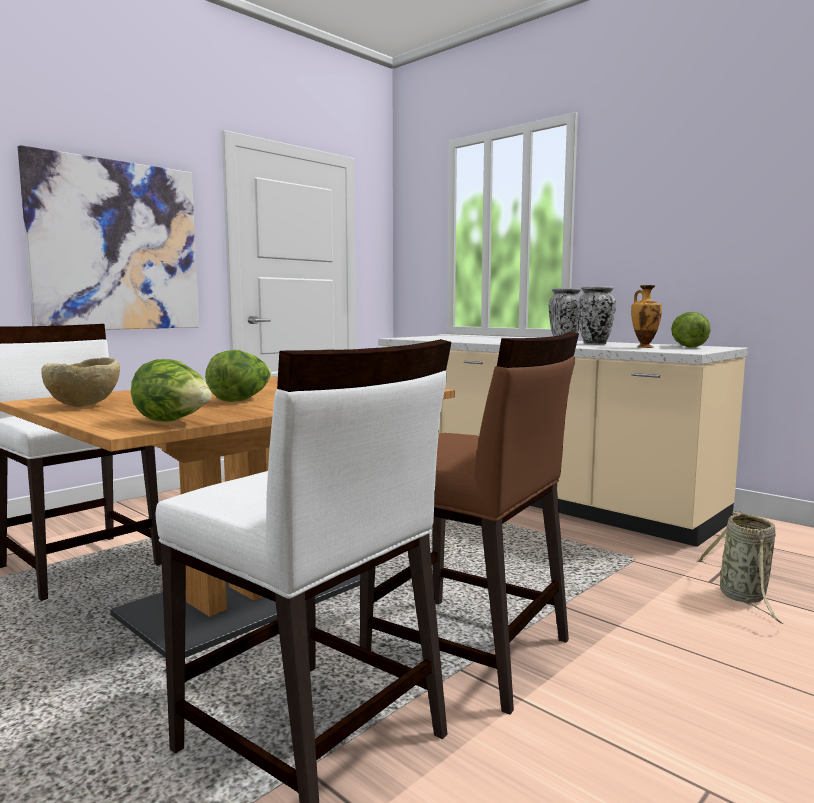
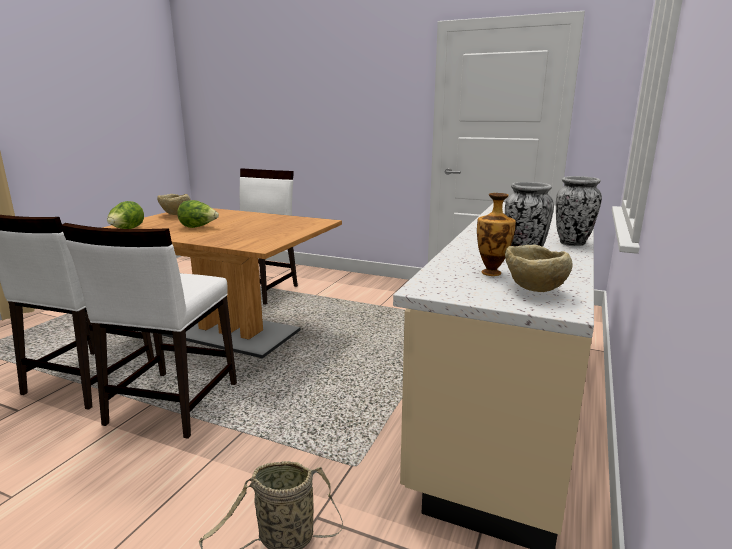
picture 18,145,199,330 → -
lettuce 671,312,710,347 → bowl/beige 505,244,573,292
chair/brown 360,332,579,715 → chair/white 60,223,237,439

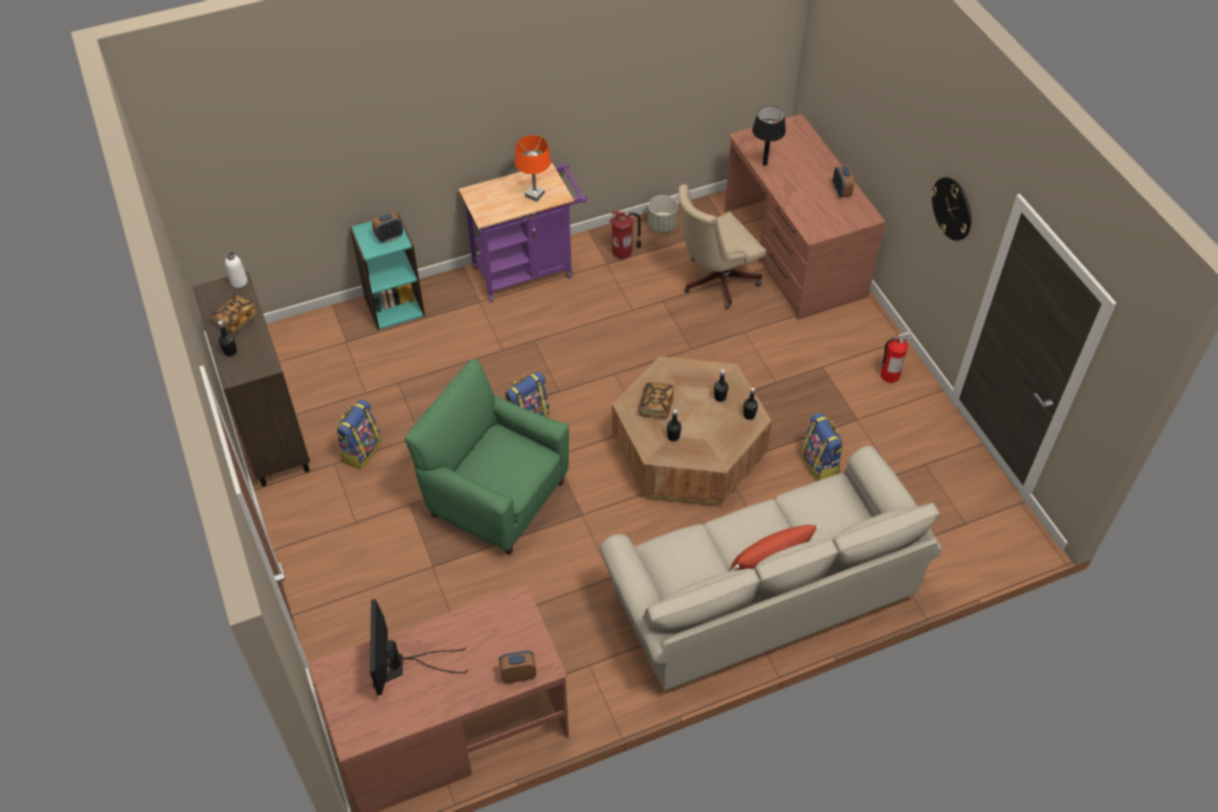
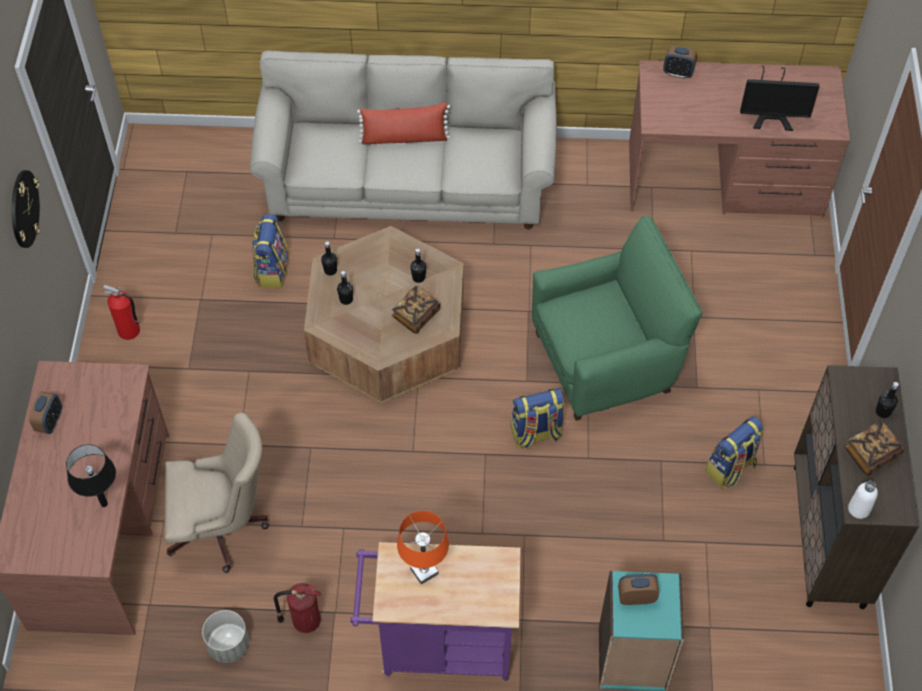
armchair/green 405,359,569,556 → armchair/green 532,216,702,421, 75 degrees counterclockwise
monitor 370,599,468,695 → monitor 740,65,819,131, 75 degrees clockwise

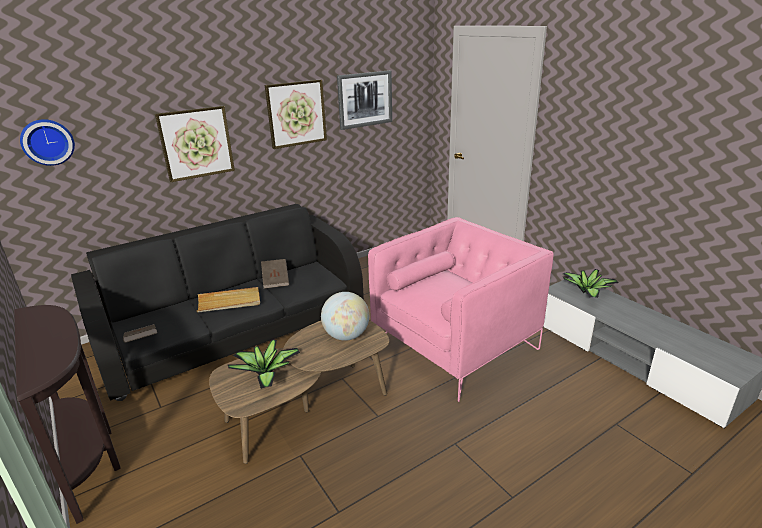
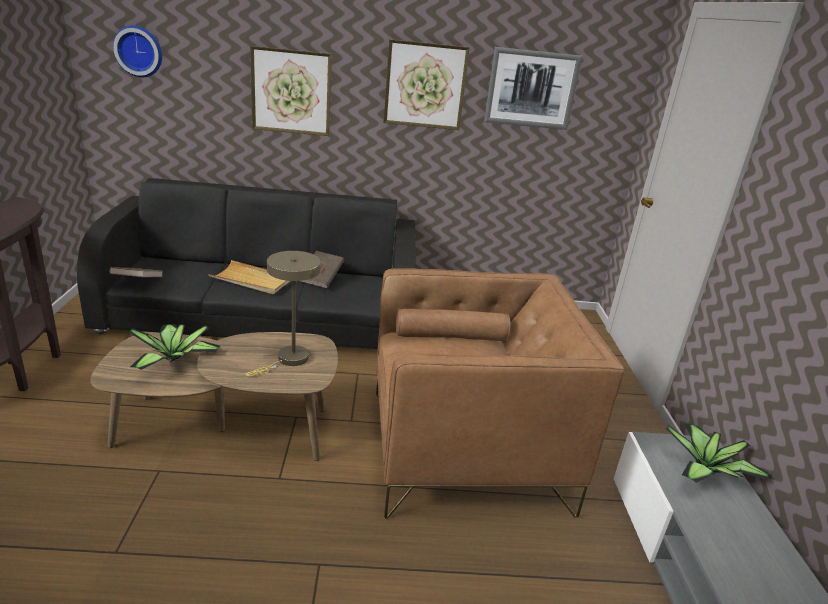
armchair/pink 368,217,554,402 → armchair/brown 376,268,624,519
globe 321,292,369,341 → table lamp/beige 246,251,321,377

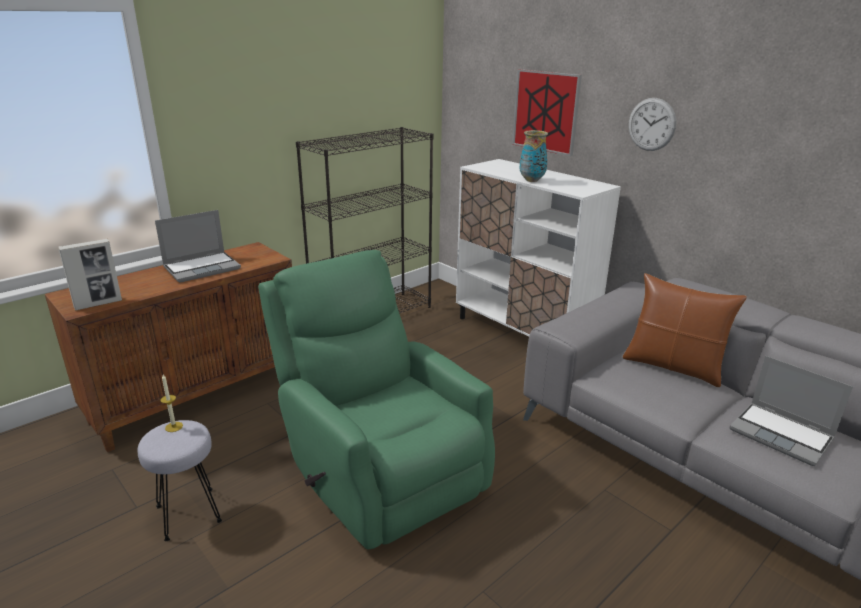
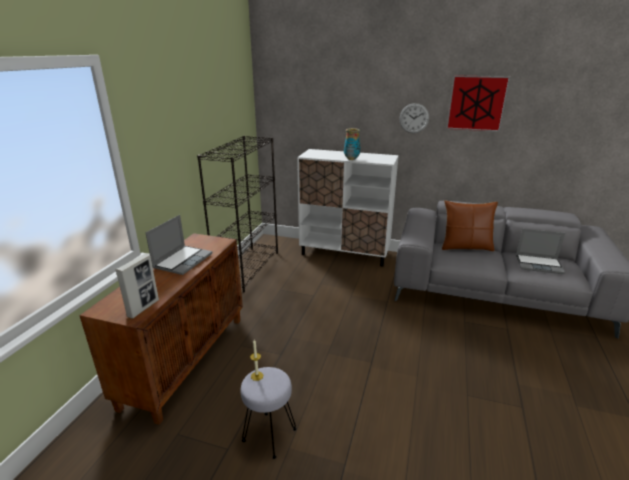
picture 512,69,582,156 → picture 446,75,510,132, relocated
armchair/green 258,250,495,549 → -

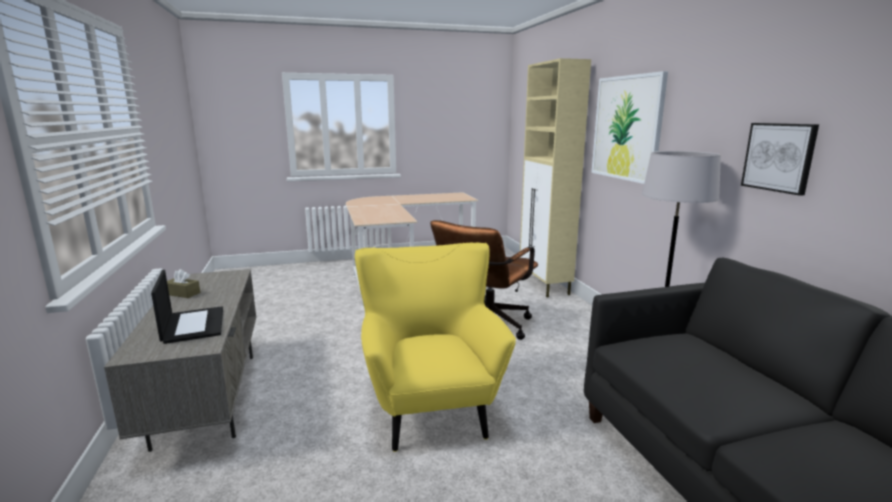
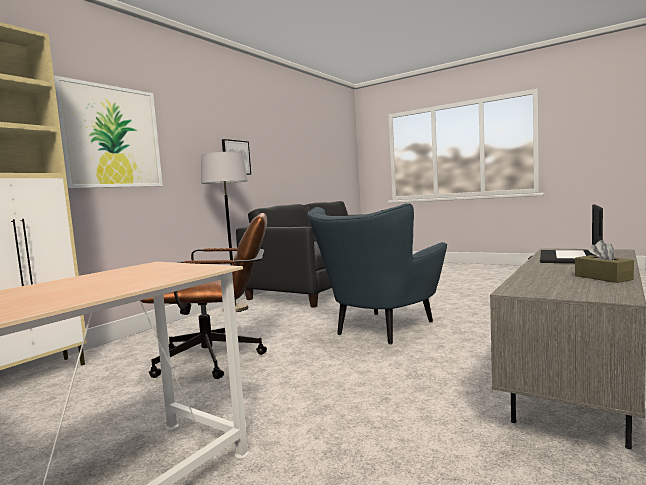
armchair/yellow 355,243,516,452 → armchair/blue 308,203,447,345

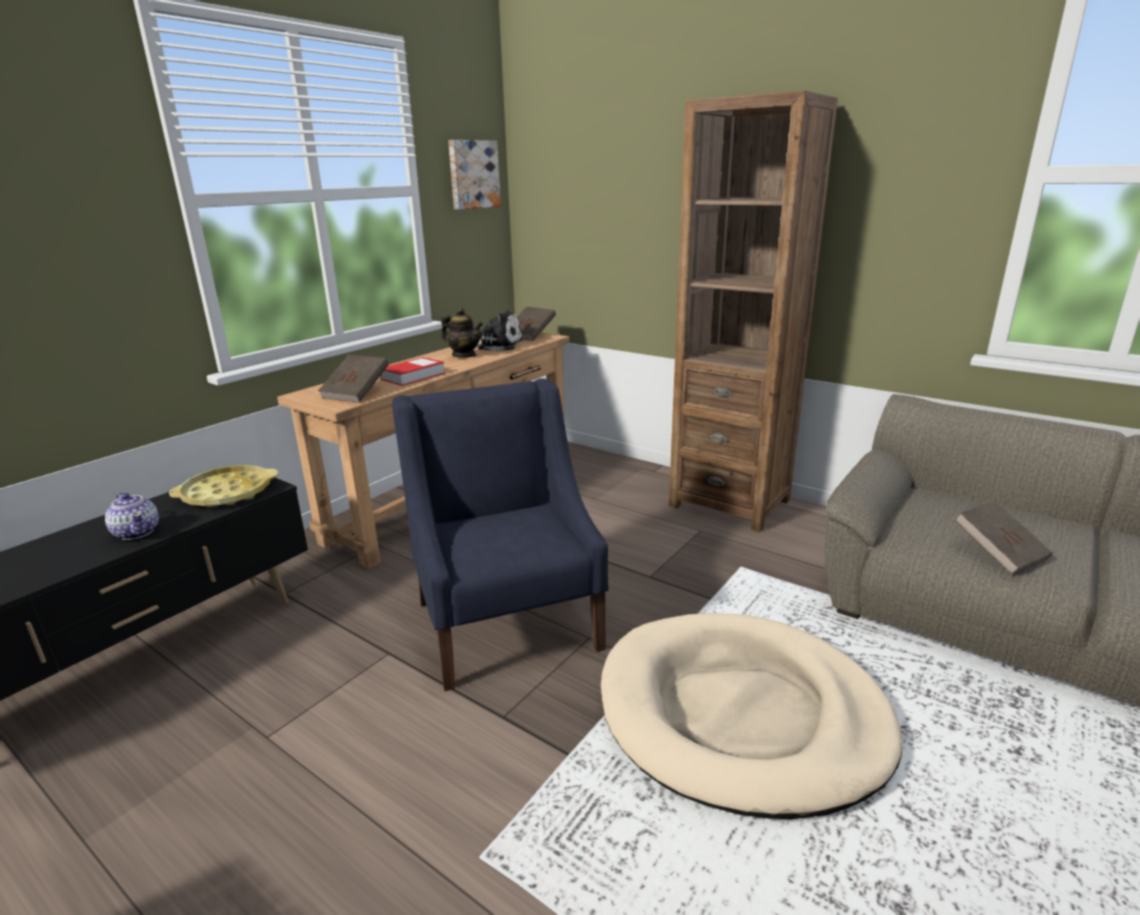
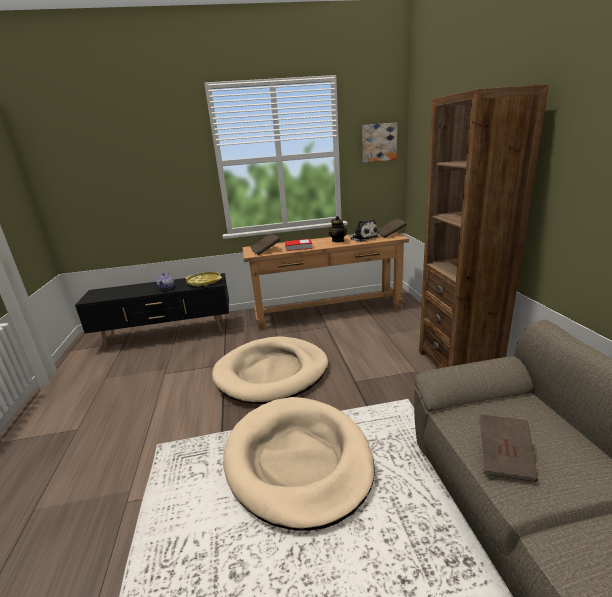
armchair/blue 392,378,608,691 → dog bed/beige 212,337,328,404

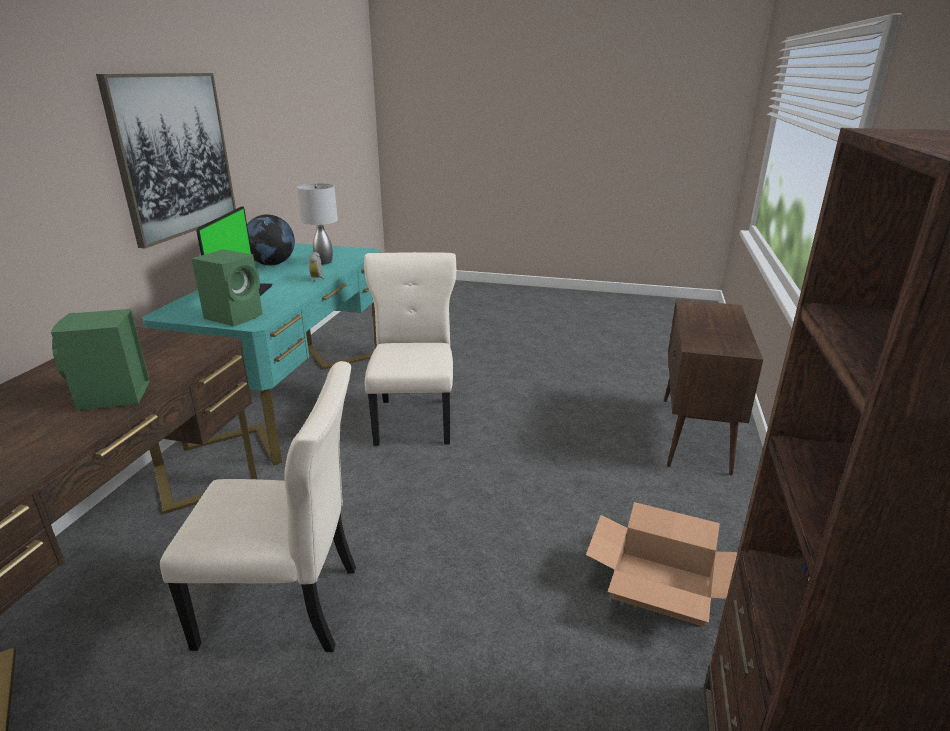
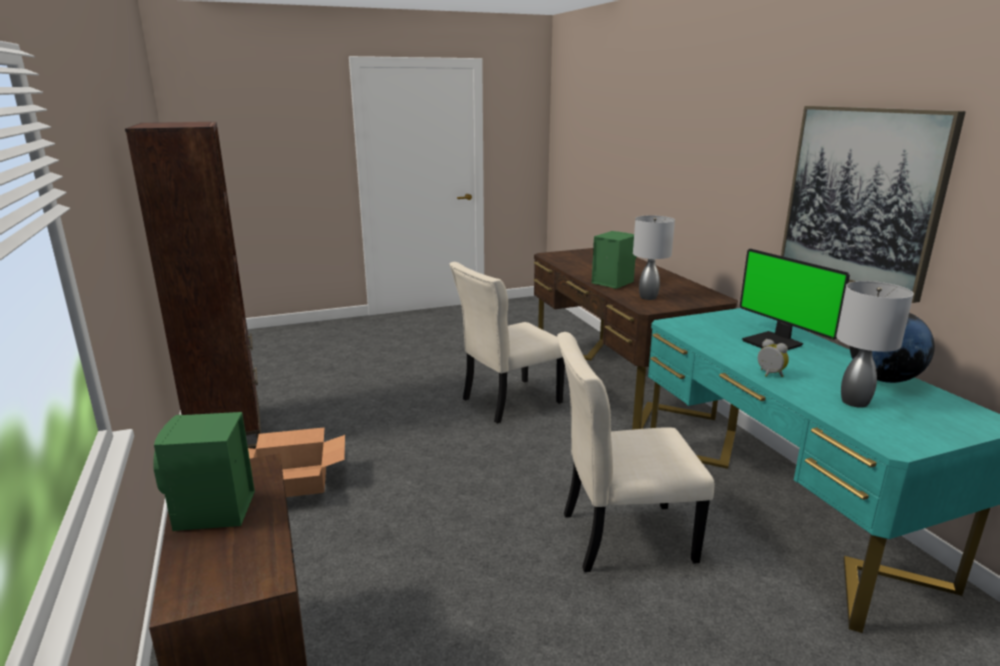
speaker/green 191,249,263,326 → speaker/green 153,412,255,531, relocated
chair/beige 364,252,456,446 → chair/beige 557,332,714,572, 120 degrees clockwise
- → table lamp/grey 633,215,675,300

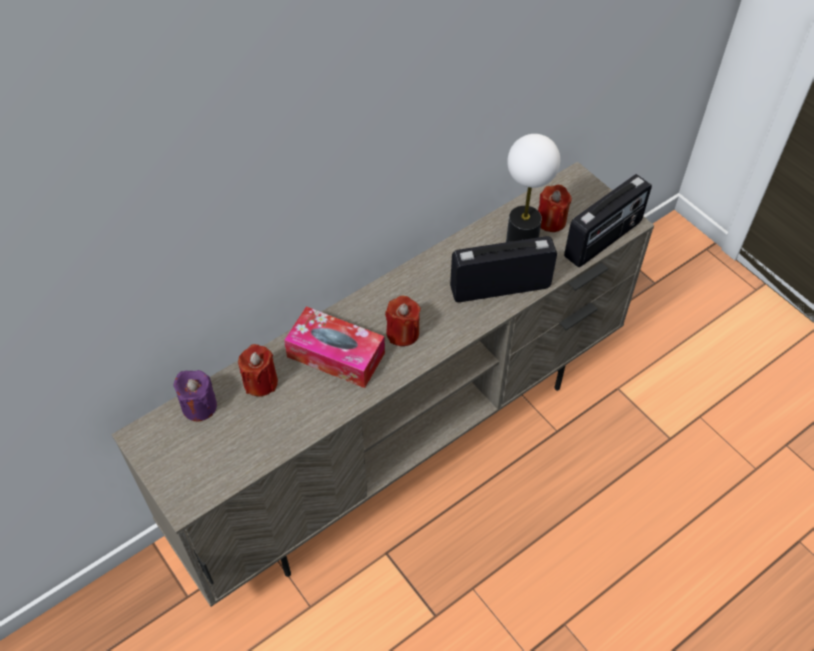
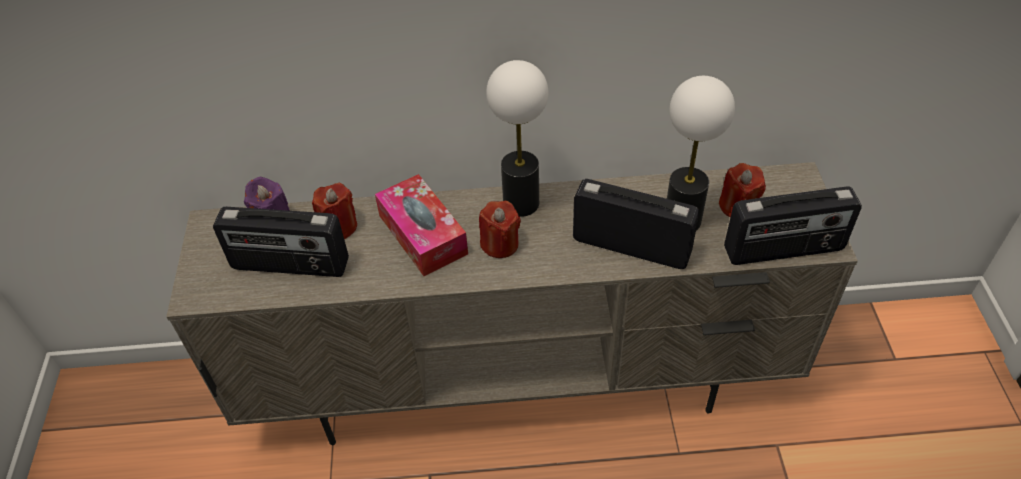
- → table lamp 486,60,548,217
- → radio 213,207,349,277

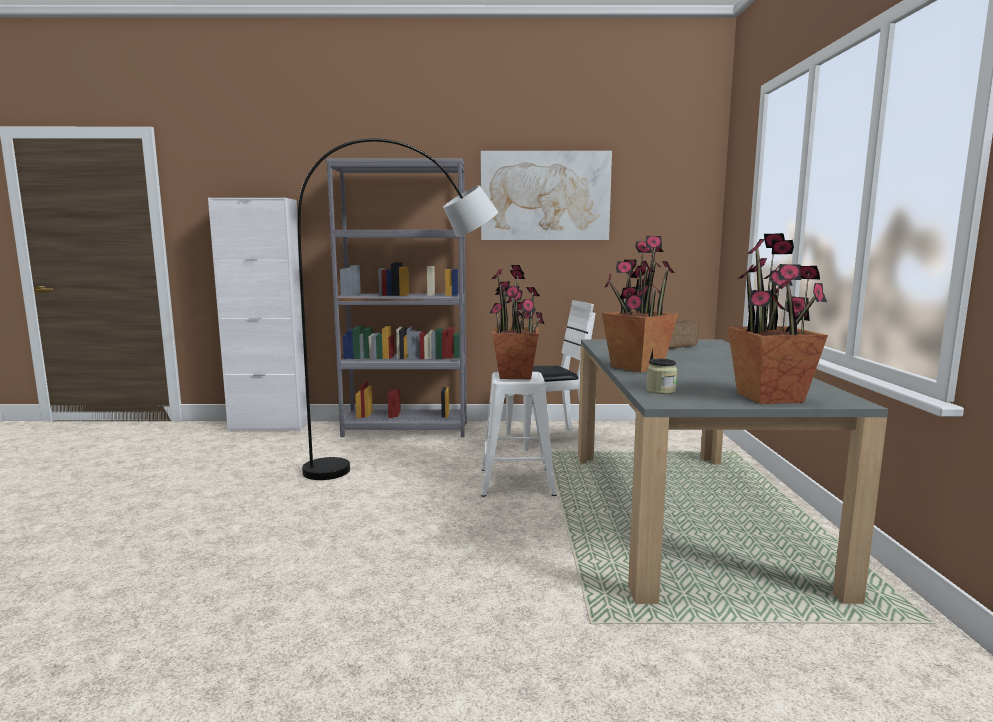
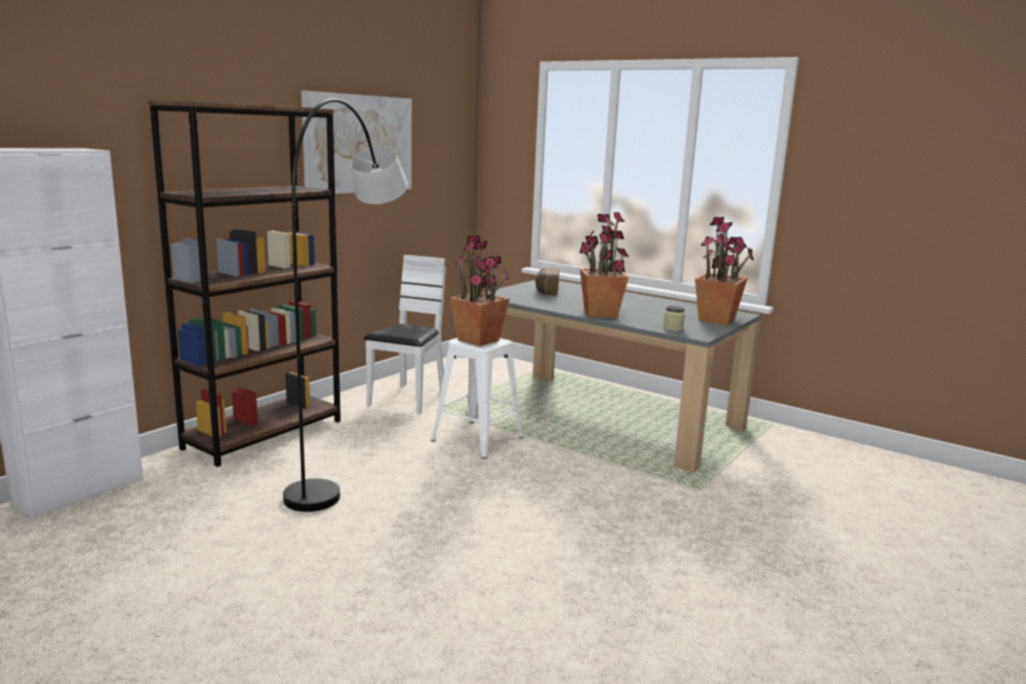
bookcase/grey 326,159,467,437 → bookcase/brown 148,100,341,467

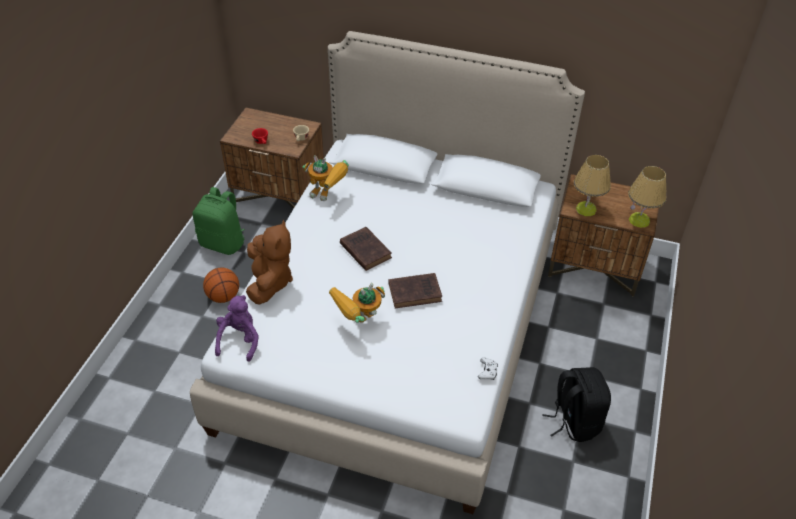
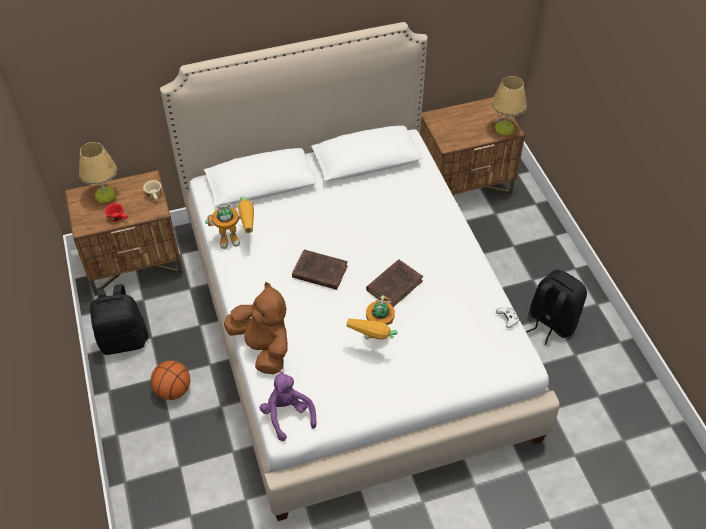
table lamp 573,155,611,216 → table lamp 79,142,117,203, relocated
backpack/green 193,187,245,255 → backpack/black 90,284,148,355

